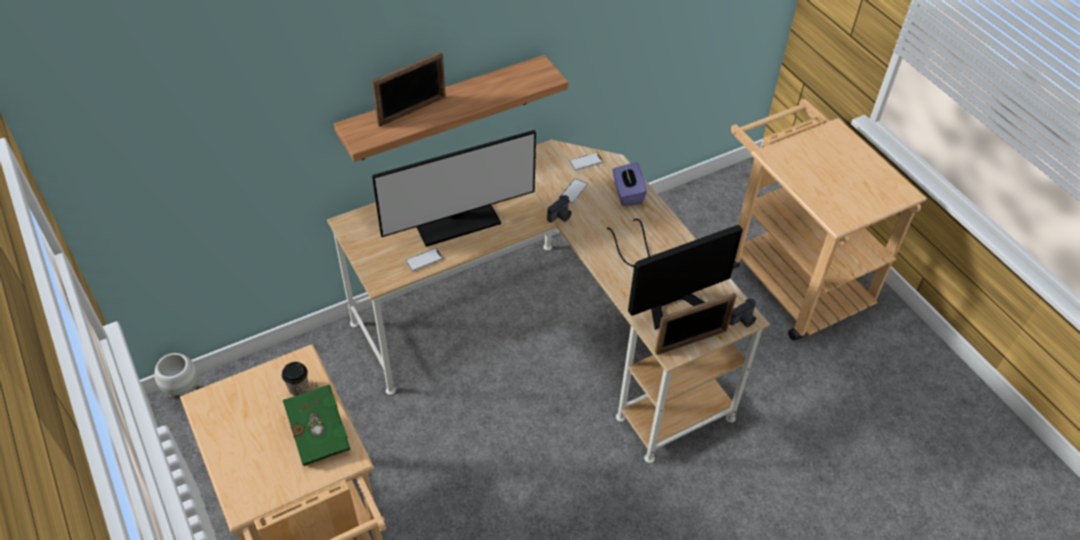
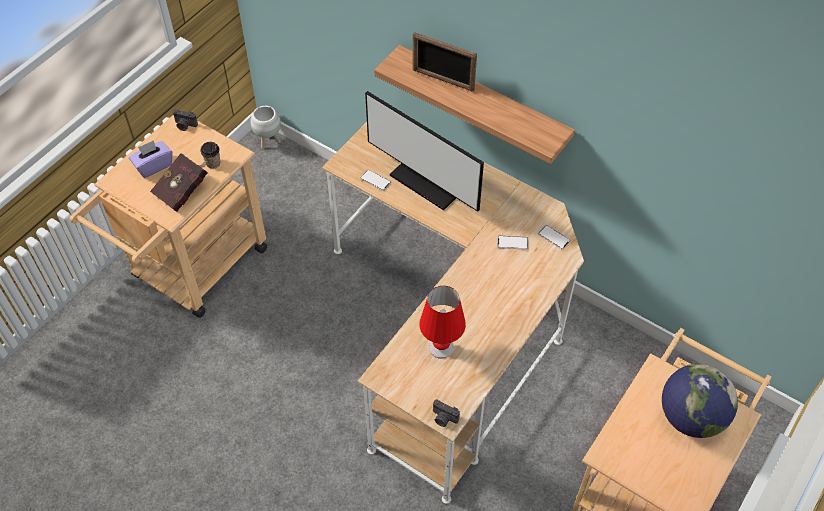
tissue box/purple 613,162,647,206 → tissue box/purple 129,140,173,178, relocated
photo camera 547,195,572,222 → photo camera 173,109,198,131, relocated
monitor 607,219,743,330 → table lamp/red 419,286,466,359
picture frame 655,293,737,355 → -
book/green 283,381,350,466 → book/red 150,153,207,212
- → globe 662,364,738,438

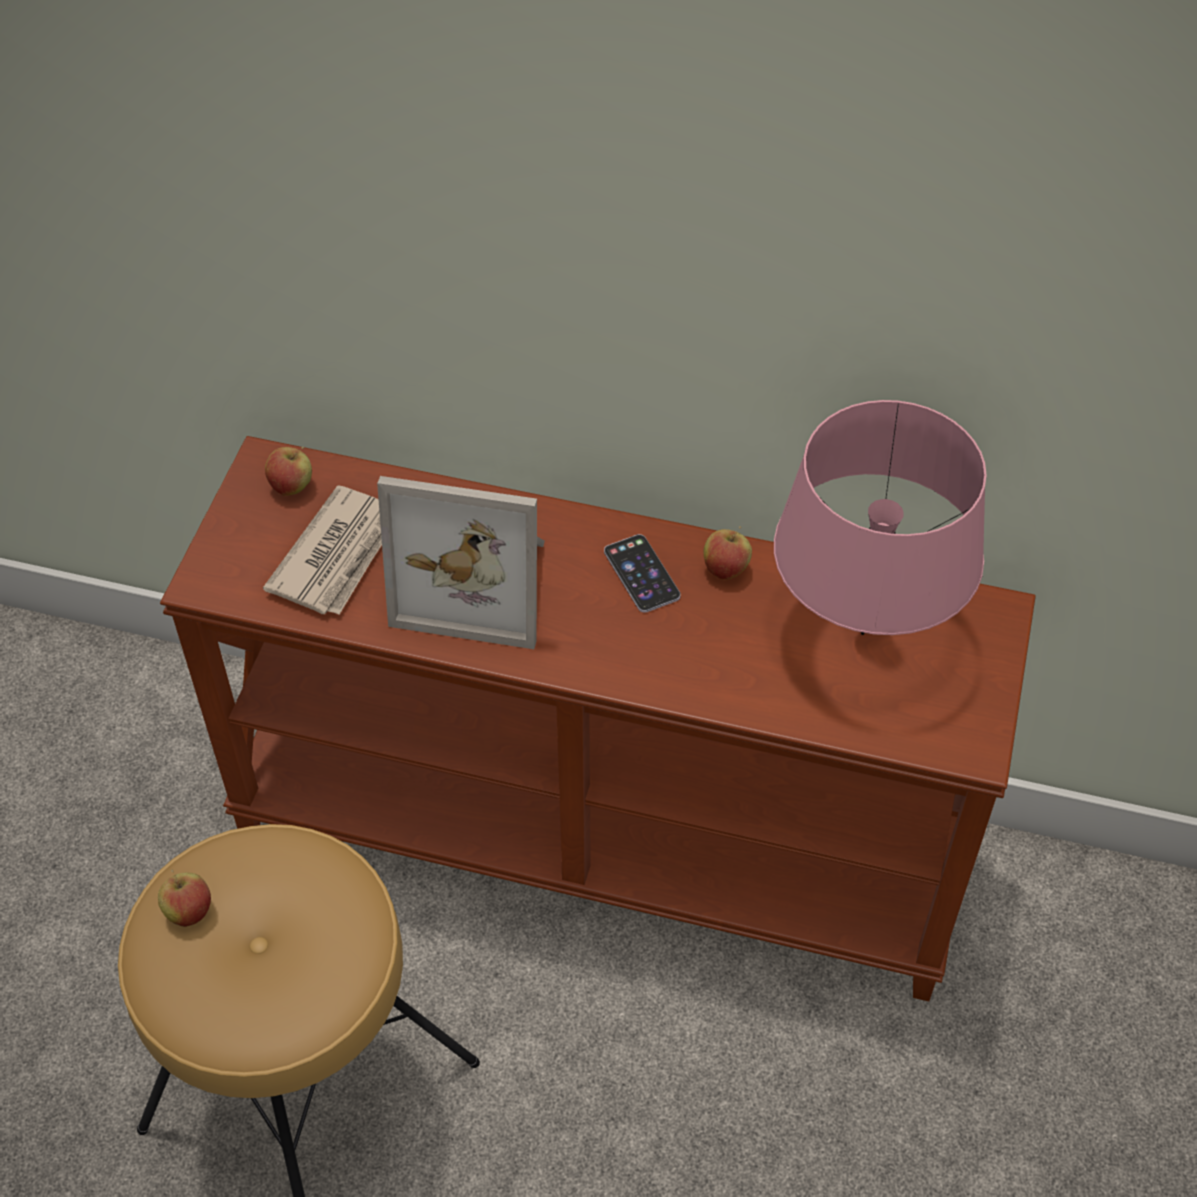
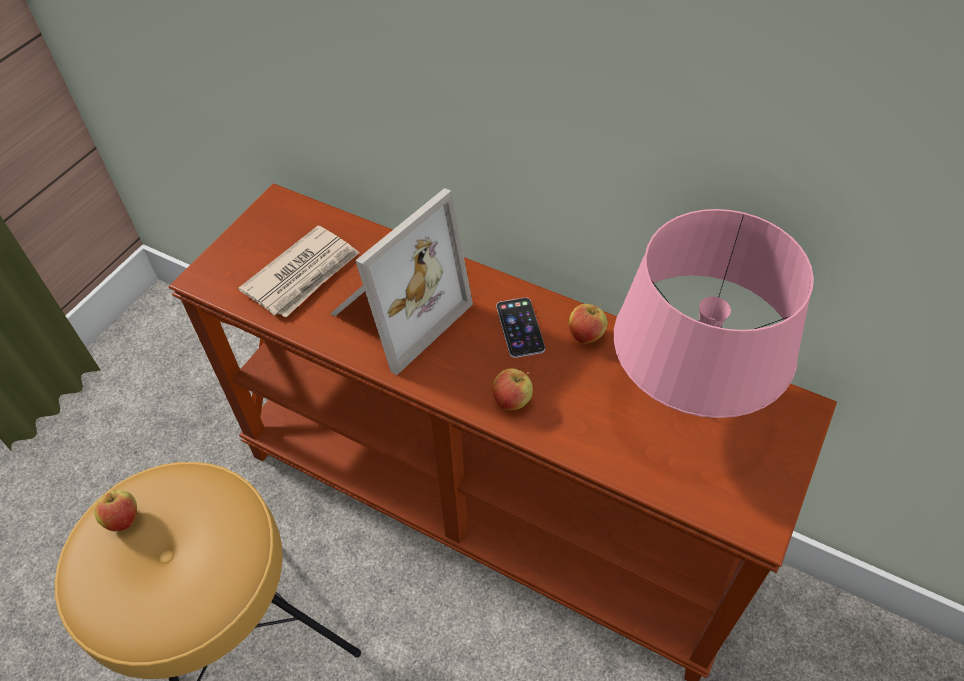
apple 265,447,312,496 → apple 492,369,533,410, relocated
picture frame 377,476,545,649 → picture frame 330,188,473,375, 75 degrees counterclockwise

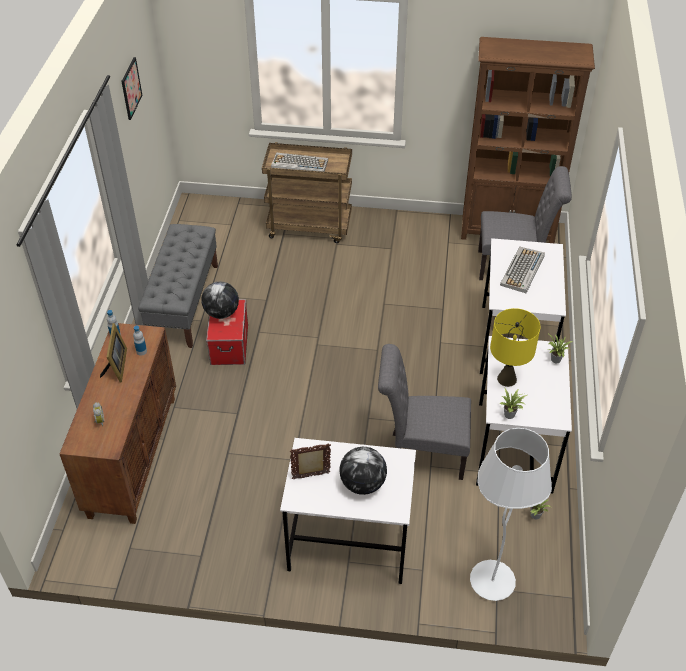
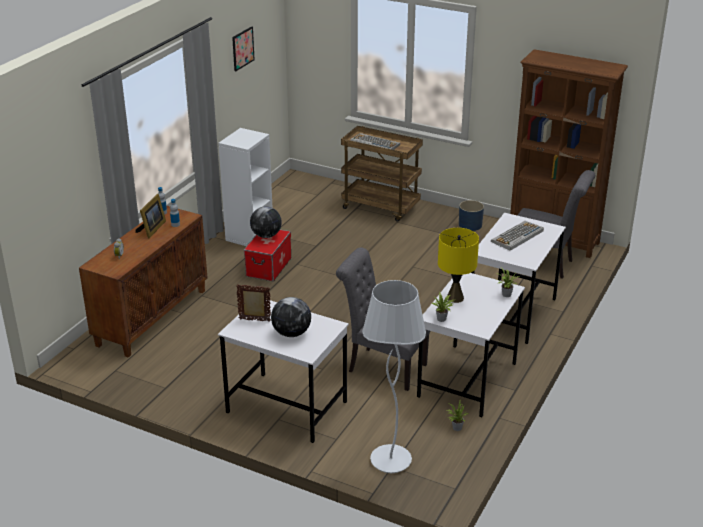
bench/grey 138,224,218,348 → bookcase/white 218,128,273,246
- → planter/blue 459,200,484,231

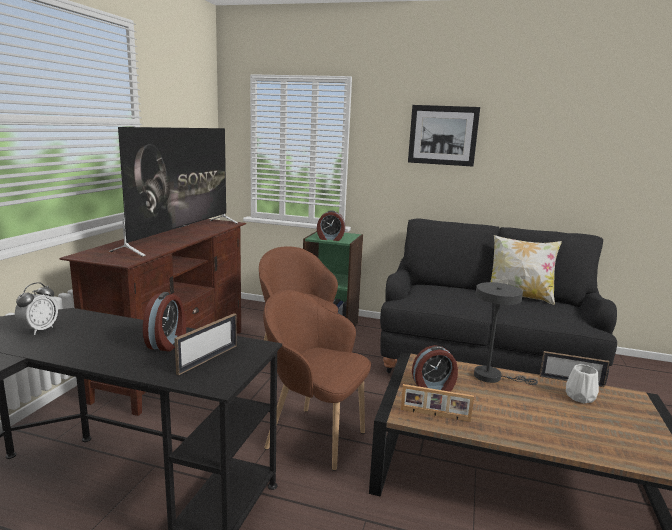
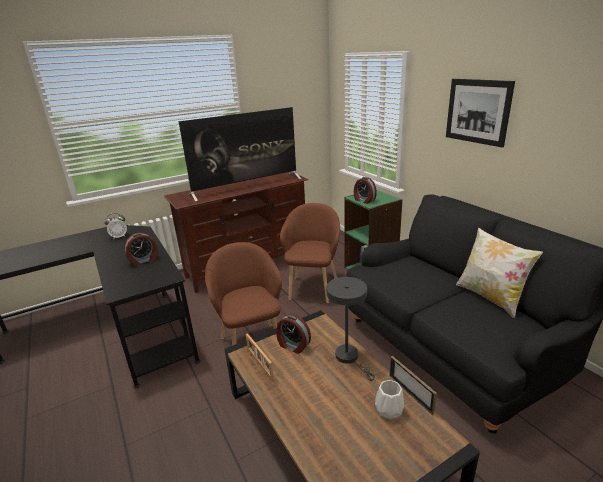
picture frame 175,313,237,375 → -

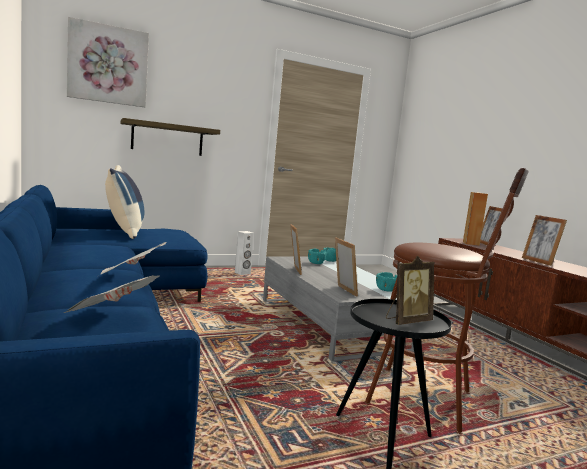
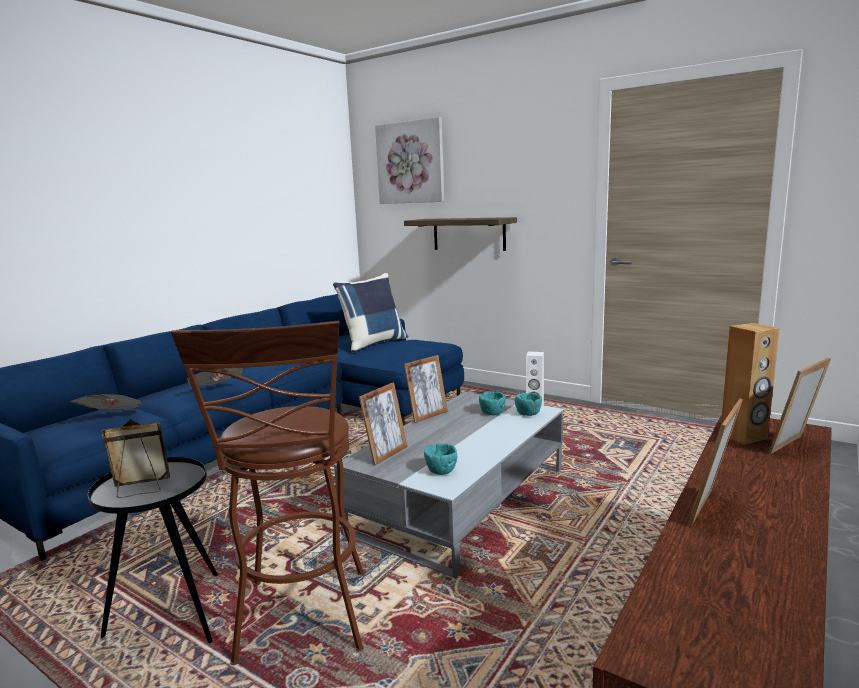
picture frame 386,256,435,325 → picture frame 101,419,170,498, 135 degrees clockwise

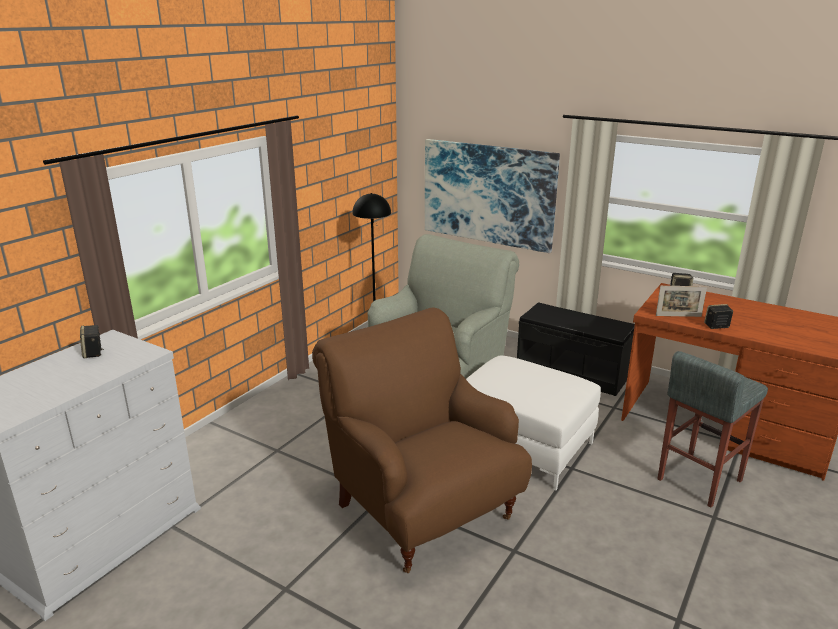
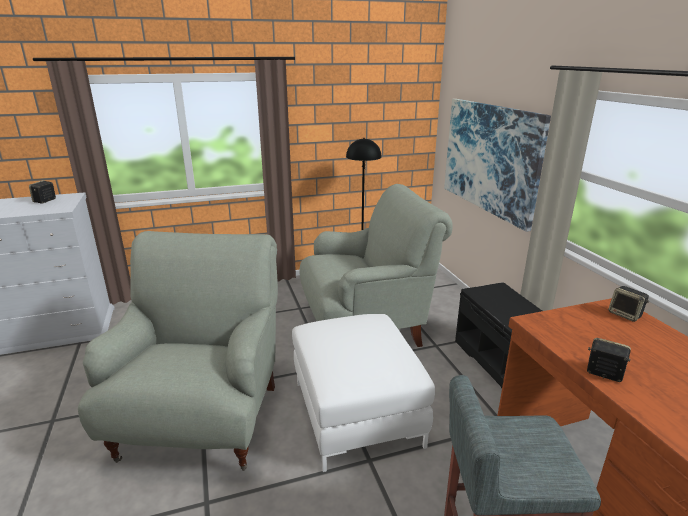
picture frame 656,286,707,317 → -
armchair/brown 312,307,532,573 → armchair/grey 78,231,278,471

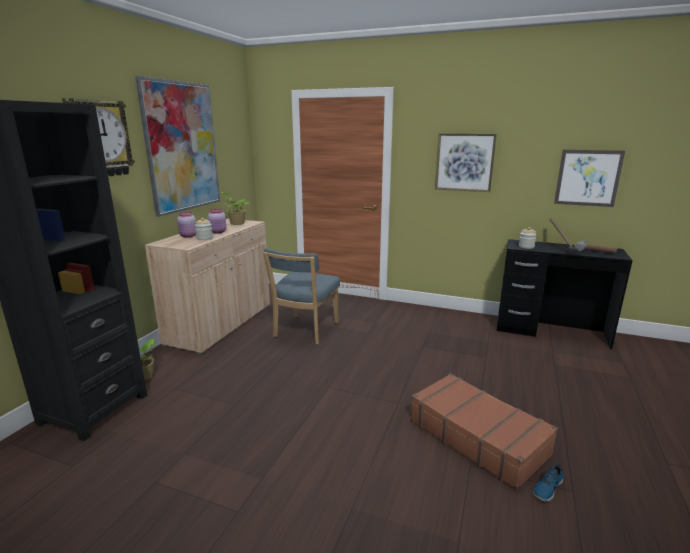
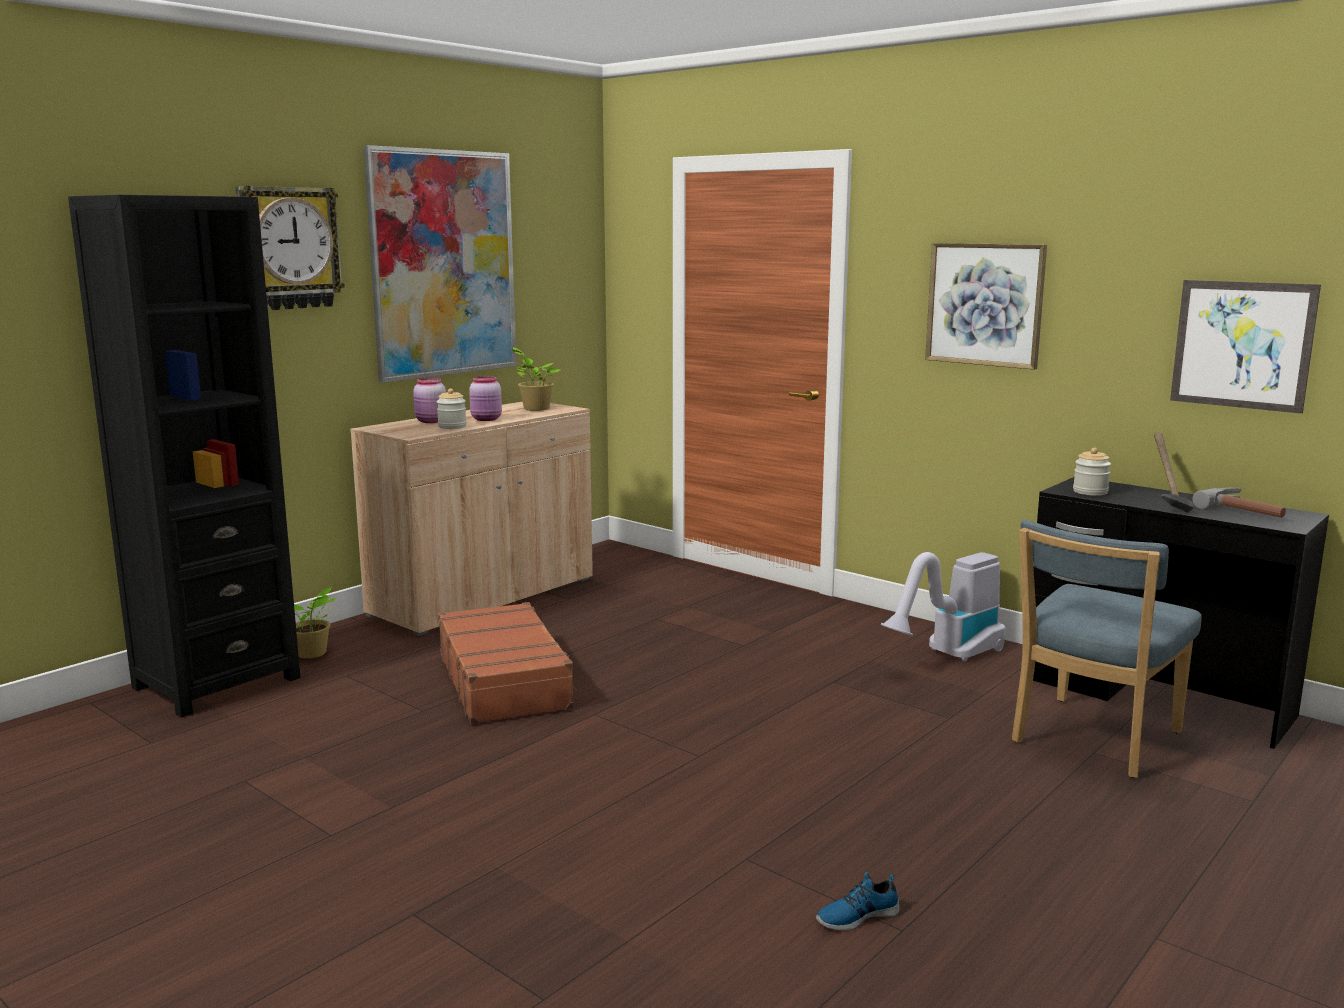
chair/blue 263,248,340,344 → chair/blue 1012,520,1202,778, relocated
suitcase/brown 410,373,558,490 → suitcase/brown 438,602,577,724, relocated
- → vacuum cleaner 881,552,1006,662

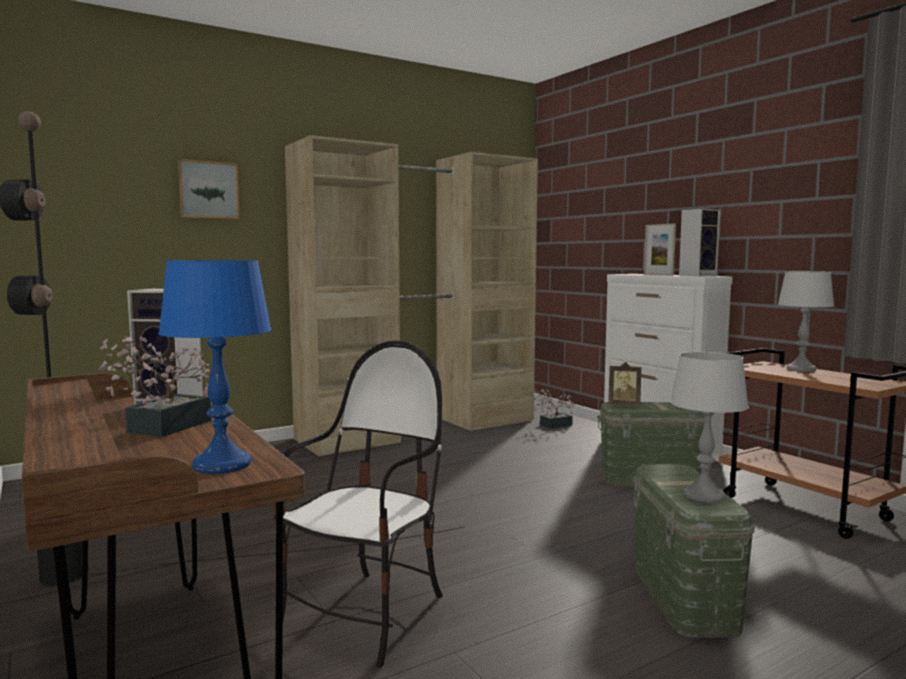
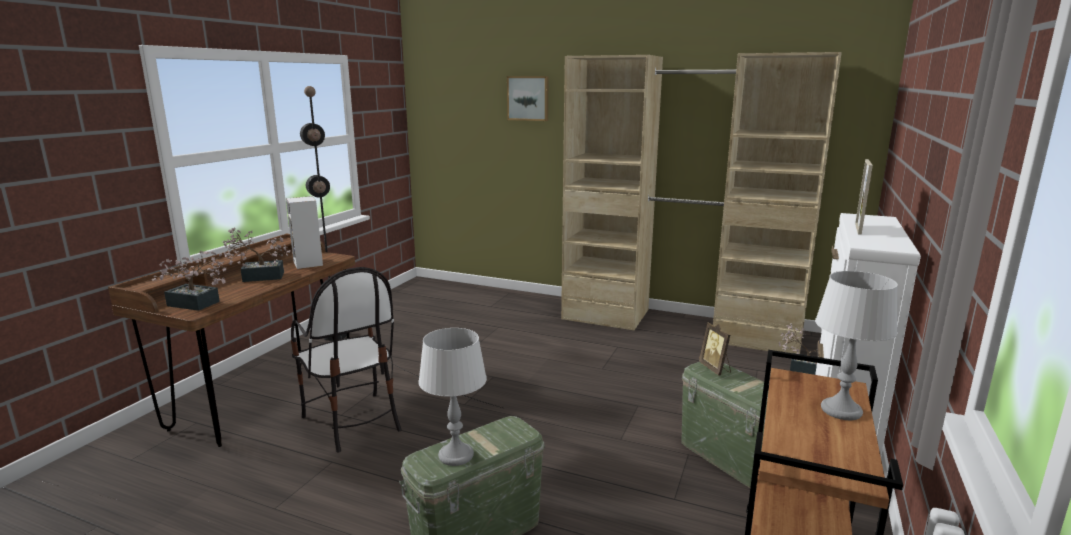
speaker 679,209,720,276 → -
table lamp/blue 158,260,272,474 → potted plant 152,251,227,311
chair 273,340,443,668 → chair 291,267,402,453, 60 degrees clockwise

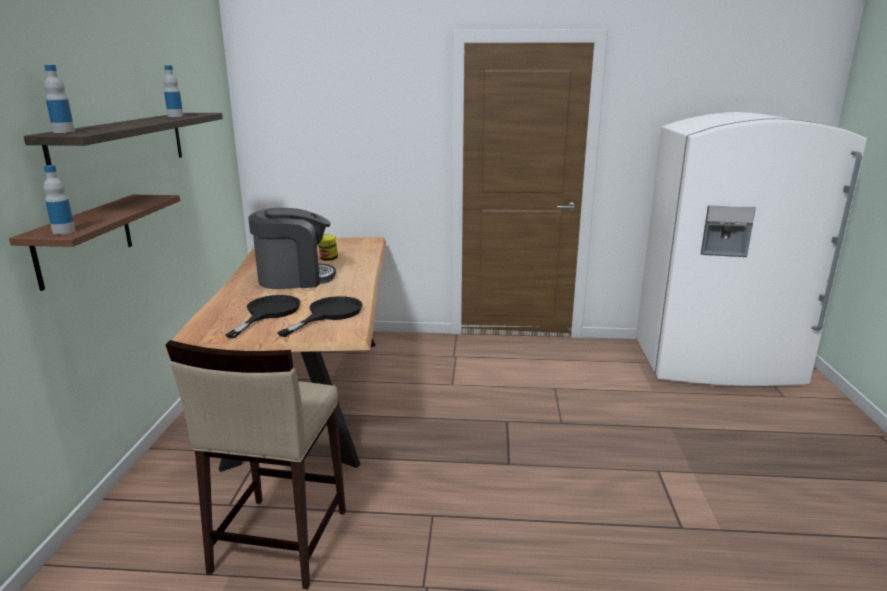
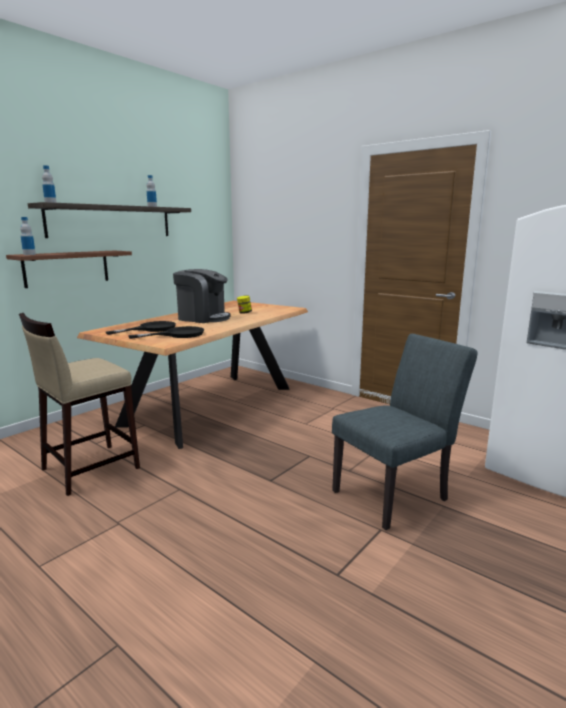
- → chair/grey 332,334,478,530

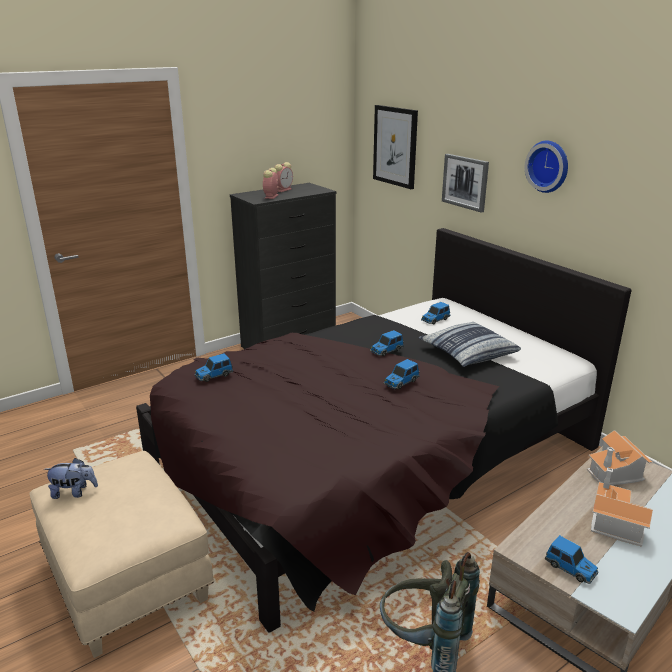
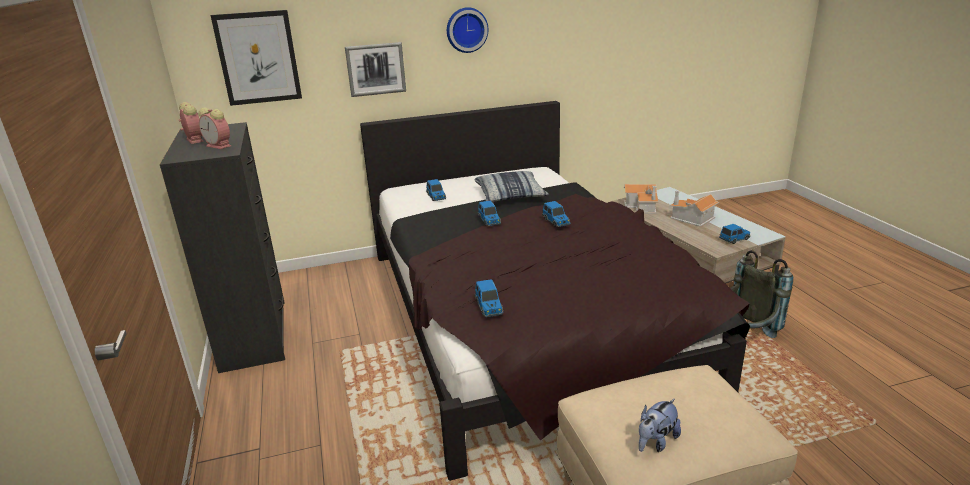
plush toy 44,458,98,499 → plush toy 639,399,681,452, 150 degrees counterclockwise

